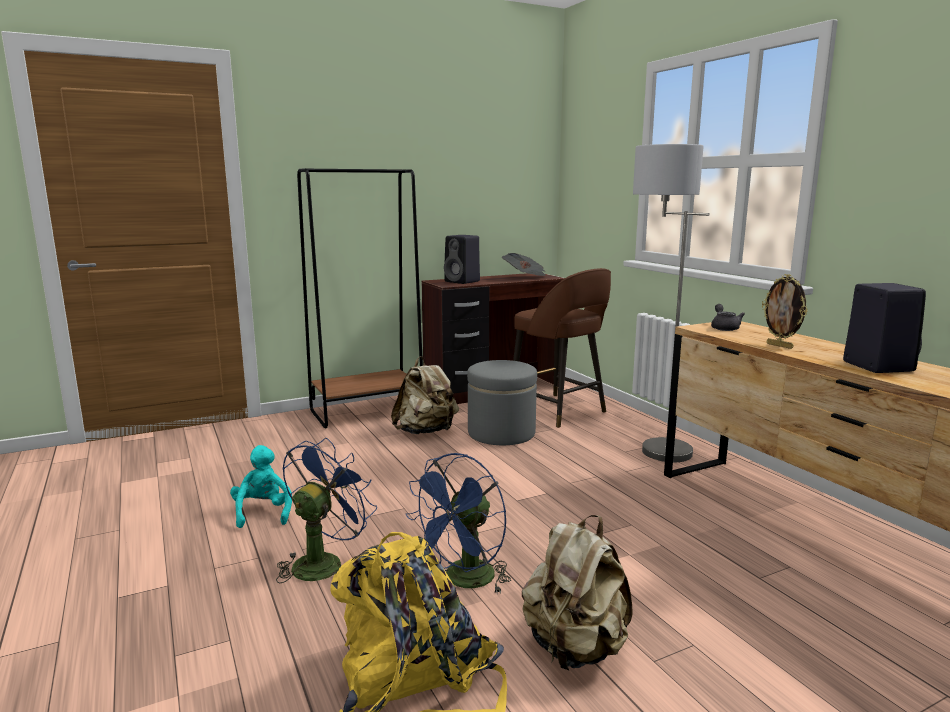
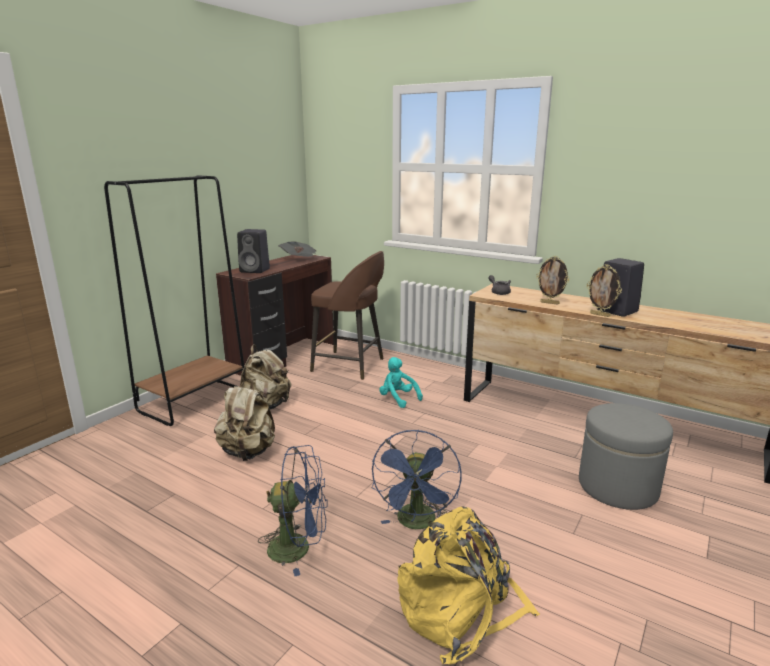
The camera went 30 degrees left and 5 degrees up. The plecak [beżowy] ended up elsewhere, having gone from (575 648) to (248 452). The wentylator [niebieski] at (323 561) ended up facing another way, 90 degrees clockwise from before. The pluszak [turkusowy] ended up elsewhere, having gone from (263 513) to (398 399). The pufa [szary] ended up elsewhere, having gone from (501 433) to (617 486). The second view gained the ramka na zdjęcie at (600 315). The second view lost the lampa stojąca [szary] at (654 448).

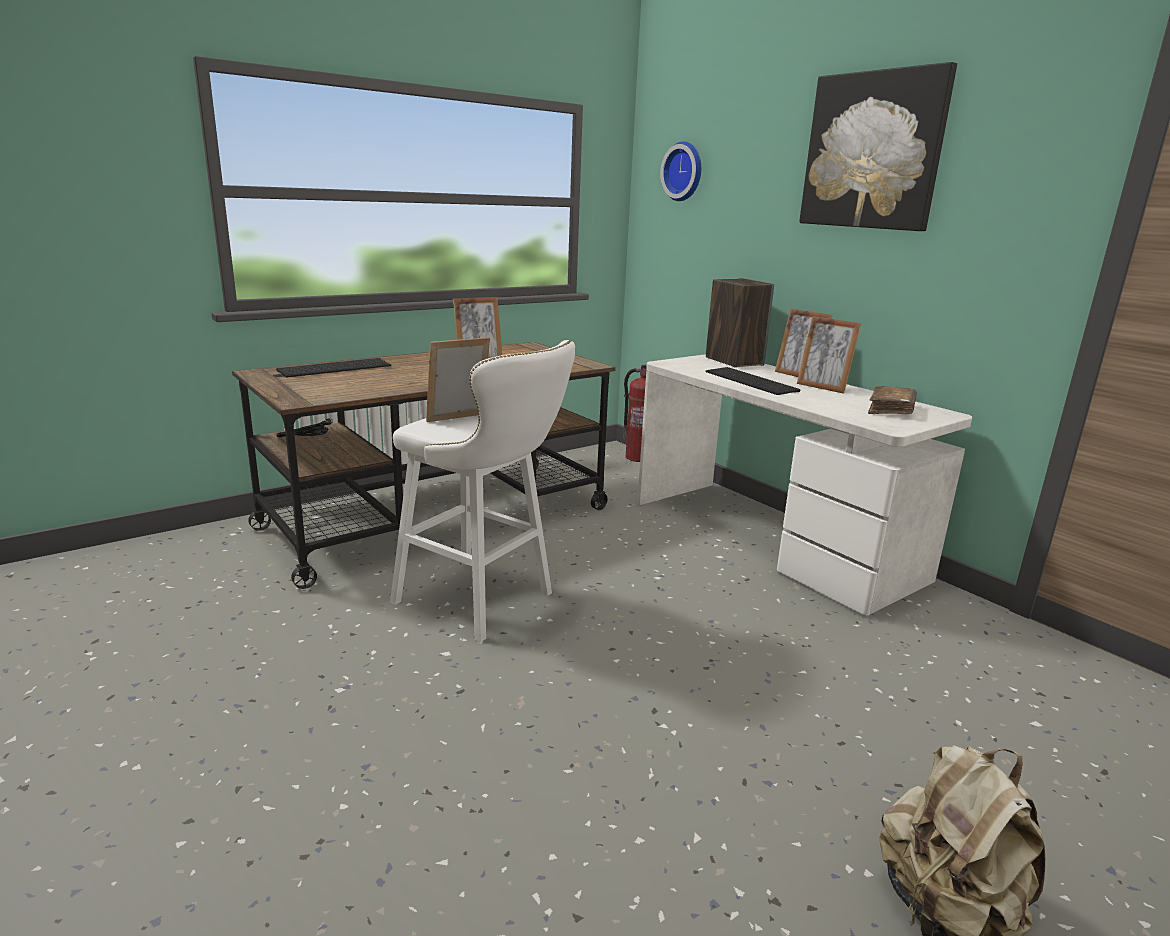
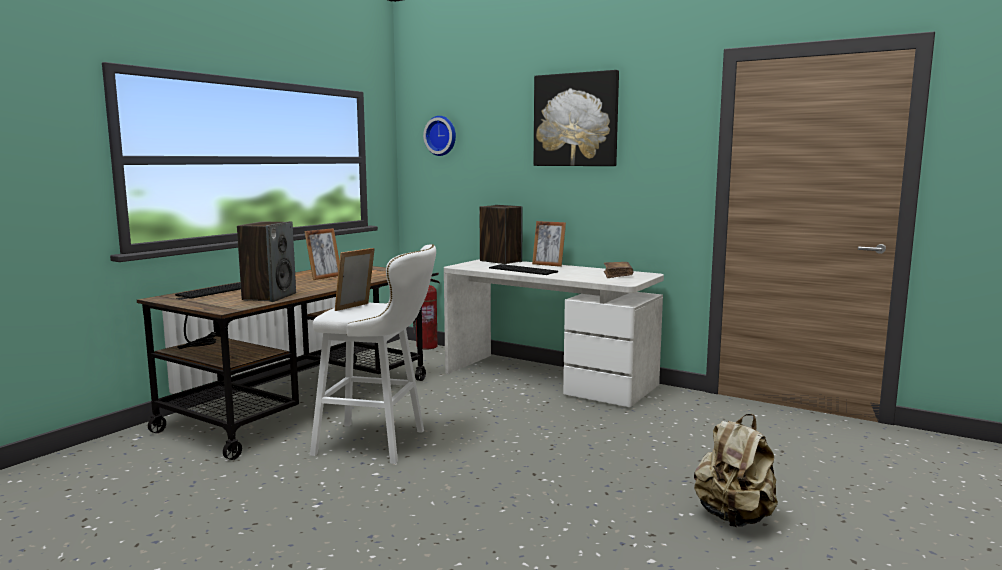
The camera went 20 degrees left and 10 degrees down. The second view gained the głośnik at (269 297). The second view lost the ramka na zdjęcie at (822 387).

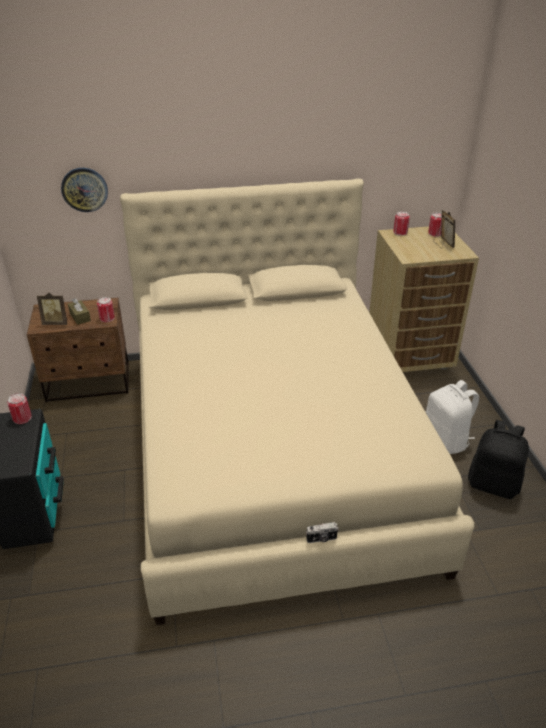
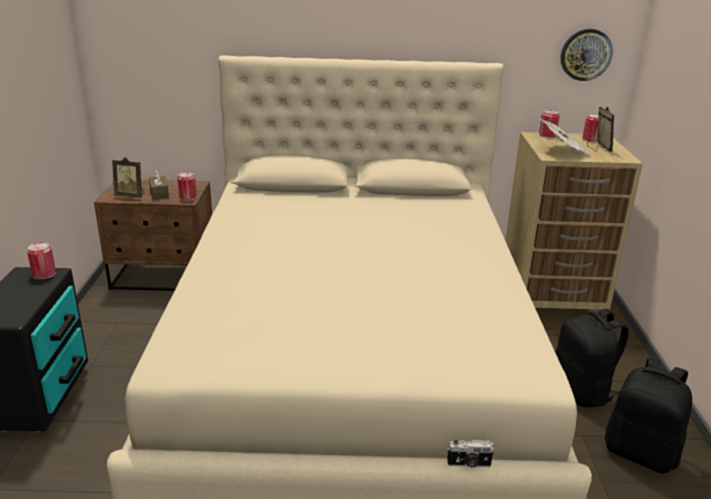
The camera went 10 degrees right and 10 degrees down. The aparat fotograficzny ended up elsewhere, having gone from (321 539) to (469 464). The second view gained the gazeta at (564 152). What was the plecak [biały] at (446 440) turned into the plecak [czarny] at (582 391). The zegar ścienny ended up elsewhere, having gone from (84 189) to (585 54).

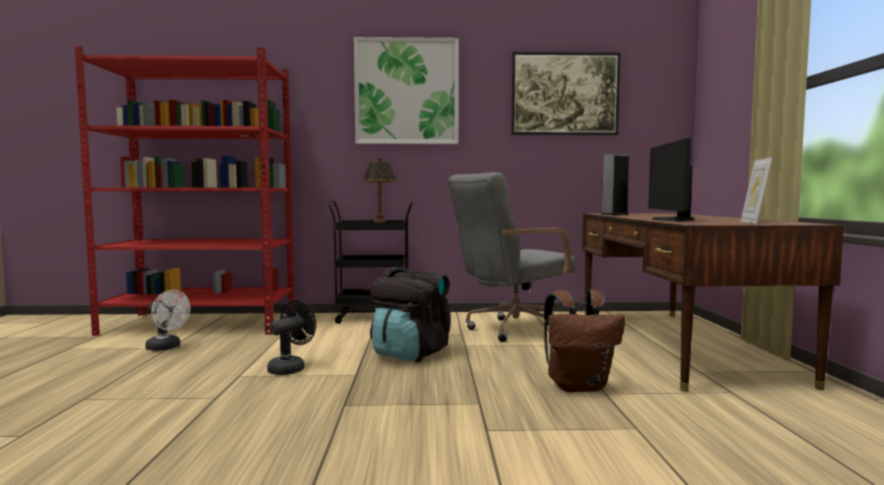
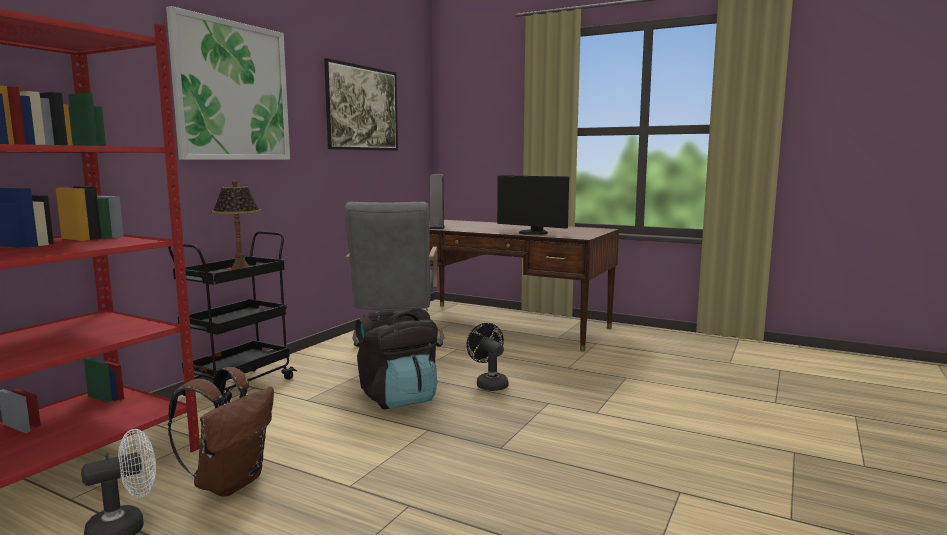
The camera went 60 degrees left and 5 degrees up. The plecak [brązowy] ended up elsewhere, having gone from (578 386) to (230 482). The wentylator [czarny] ended up elsewhere, having gone from (291 368) to (489 384). The second view lost the ramka na zdjęcie at (754 223).

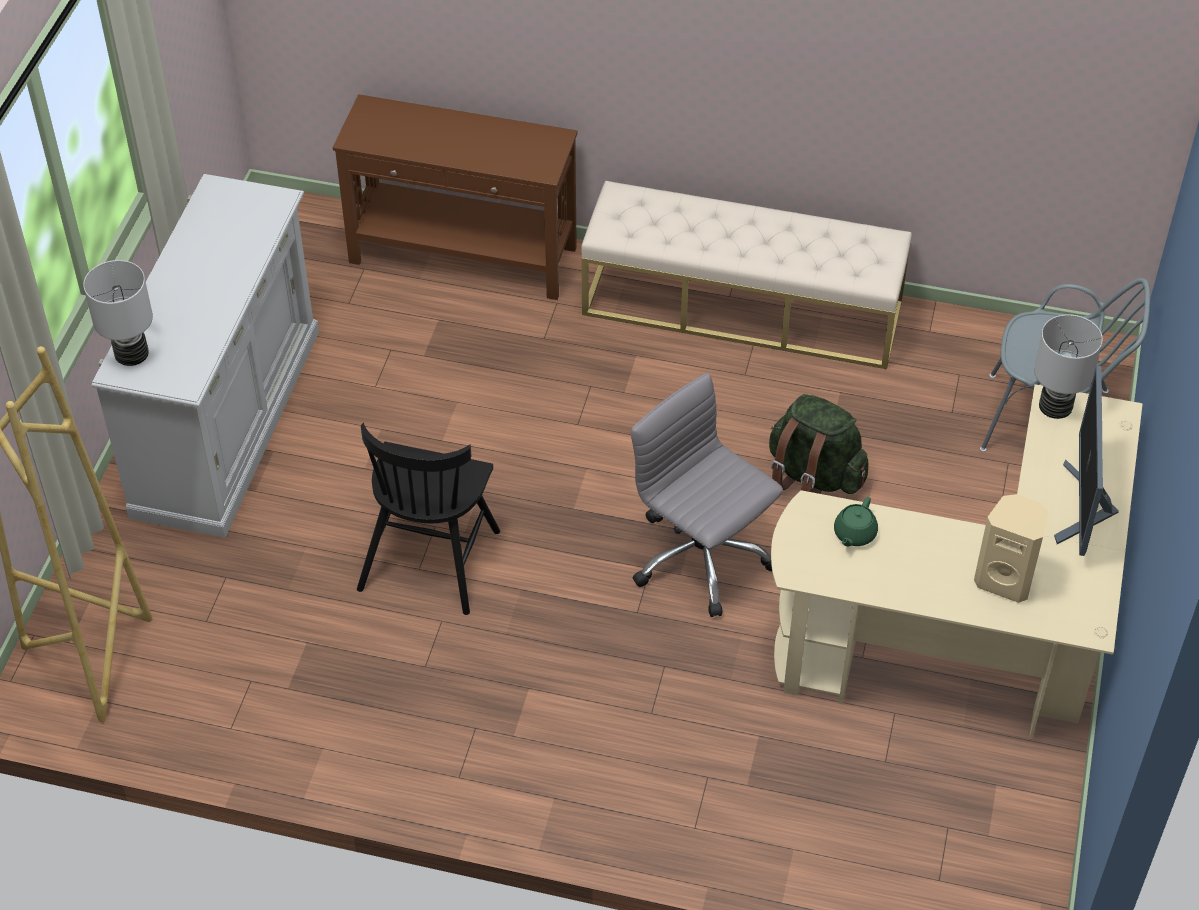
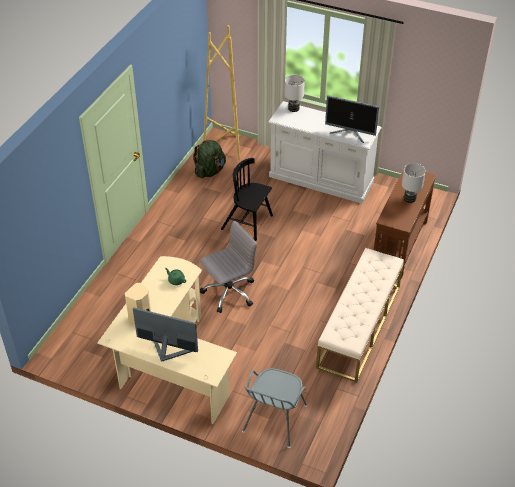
The camera went 100 degrees right and 5 degrees down. The plecak [zielony] ended up elsewhere, having gone from (813 475) to (210 171). The second view gained the monitor at (350 134). The lampa stołowa [szary] ended up elsewhere, having gone from (1055 406) to (410 198).

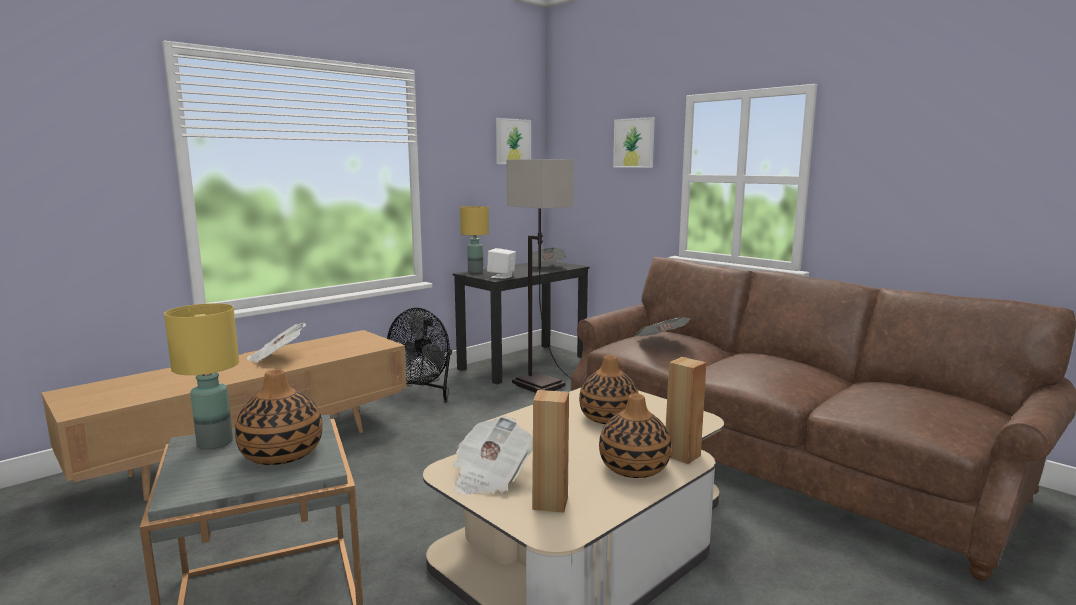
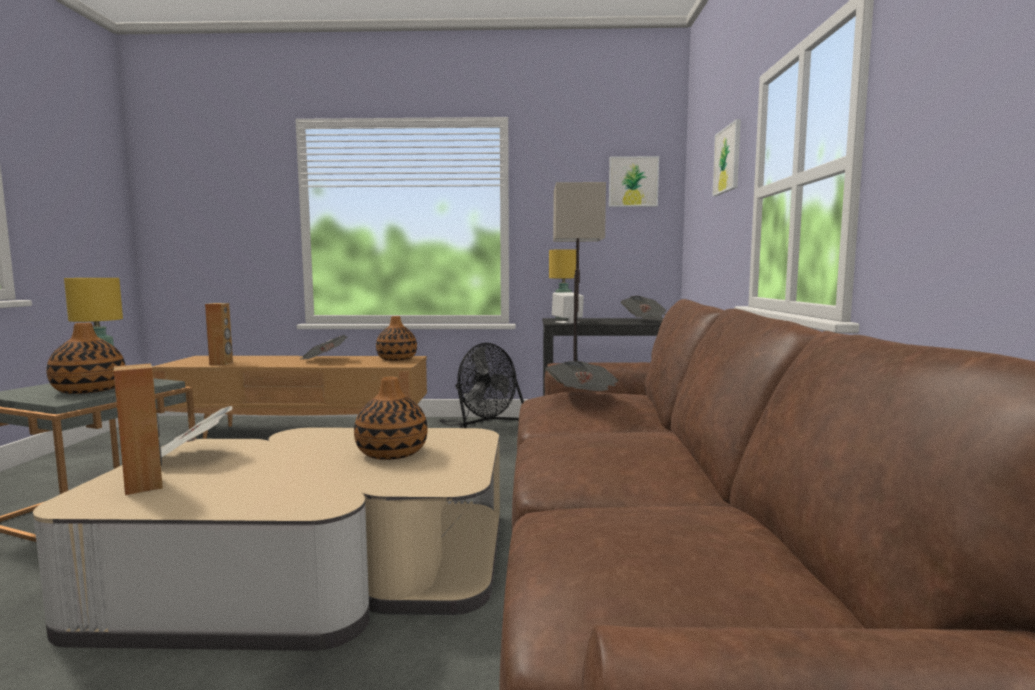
The camera went 45 degrees right and 5 degrees down. The głośnik [brązowy] ended up elsewhere, having gone from (682 455) to (221 363). The wazon ended up elsewhere, having gone from (633 468) to (397 359). The wentylator [czarny] at (422 389) ended up facing another way, 120 degrees counterclockwise from before.

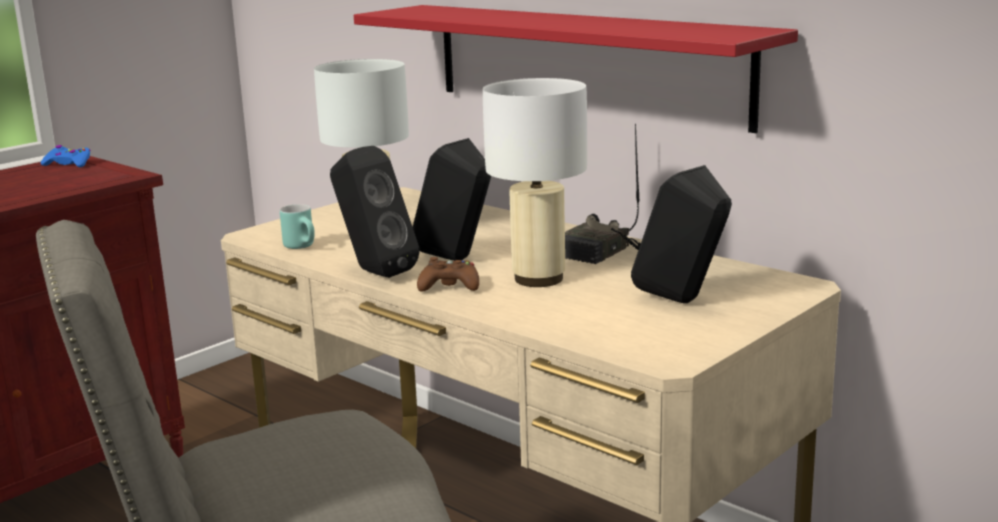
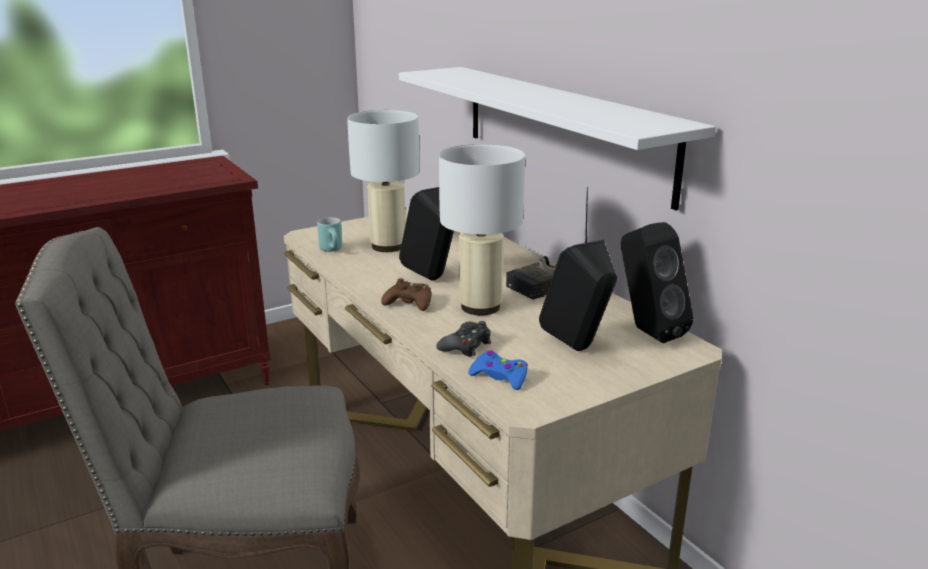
The camera went 15 degrees right and 5 degrees up. What was the półka [czerwony] at (585 63) turned into the półka [biały] at (562 129). The second view gained the pad do gier [czarny] at (466 346). The pad do gier [niebieski] ended up elsewhere, having gone from (68 164) to (499 377). The głośnik [czarny] ended up elsewhere, having gone from (373 272) to (646 332).

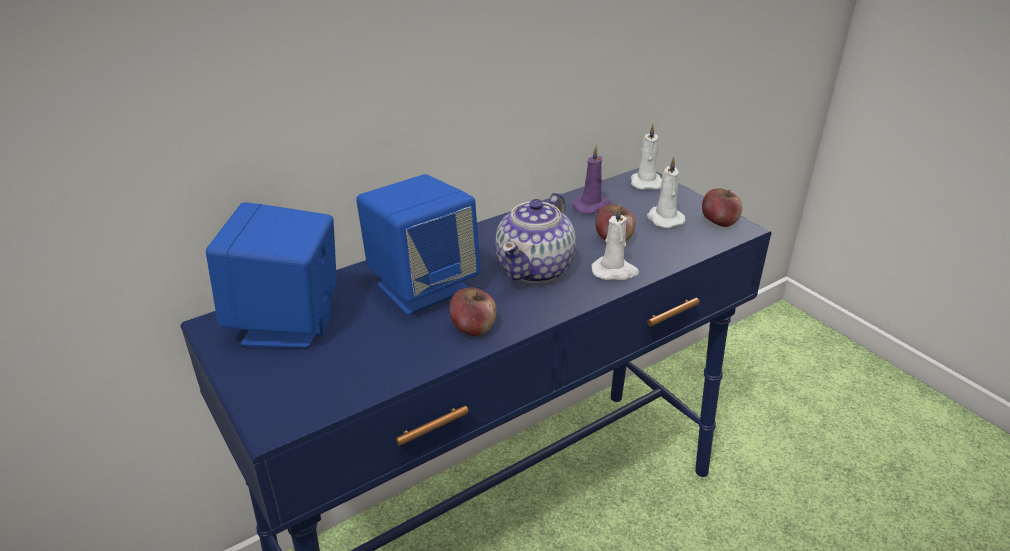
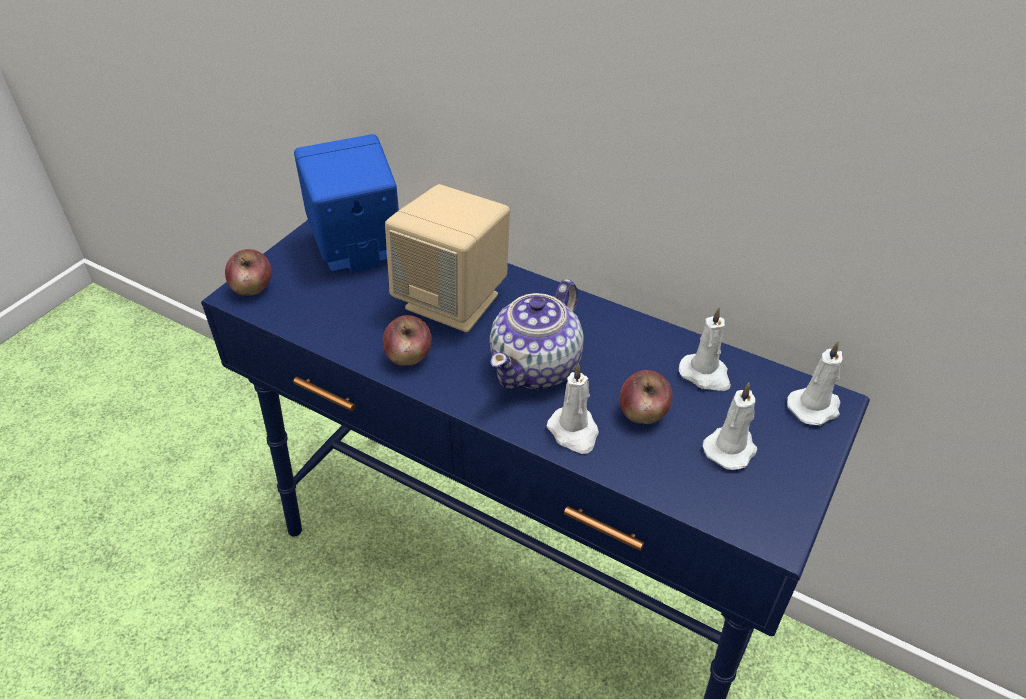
The camera went 65 degrees right and 10 degrees up. The jabłko ended up elsewhere, having gone from (719 222) to (252 288). What was the głośnik [niebieski] at (422 287) turned into the głośnik [beżowy] at (454 301). The imbryk at (536 268) ended up facing another way, 60 degrees counterclockwise from before. What was the świeca [fioletowy] at (593 207) turned into the świeca [biały] at (705 375).

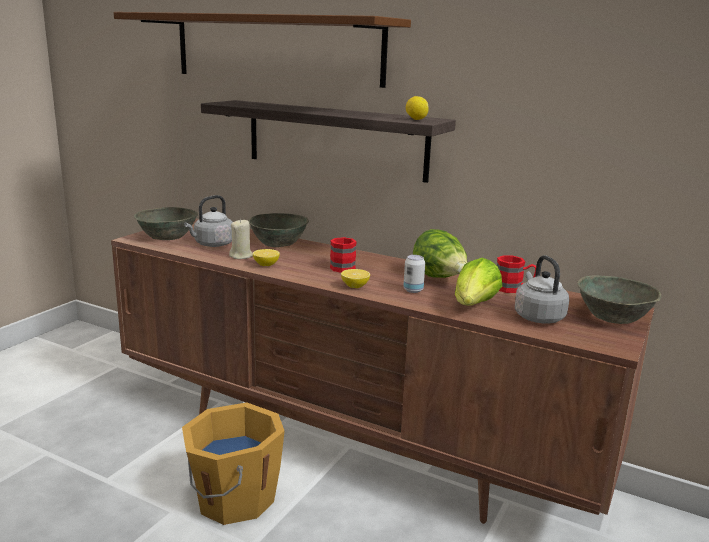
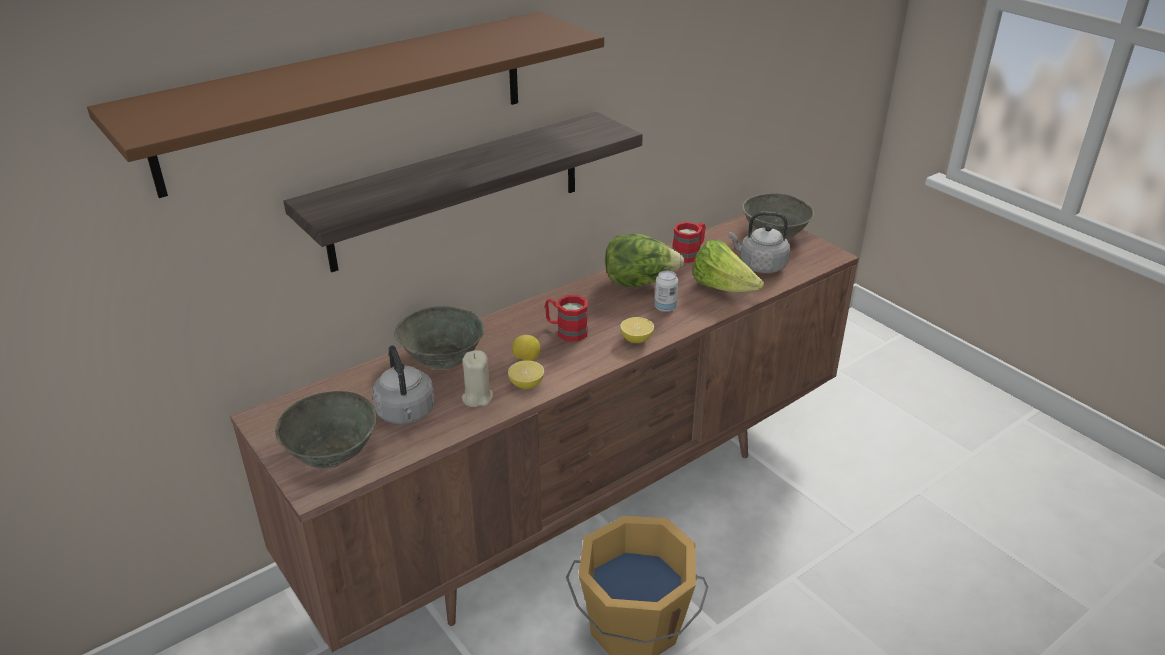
The camera went 65 degrees left and 15 degrees up. The cytryna ended up elsewhere, having gone from (416 119) to (526 359).

